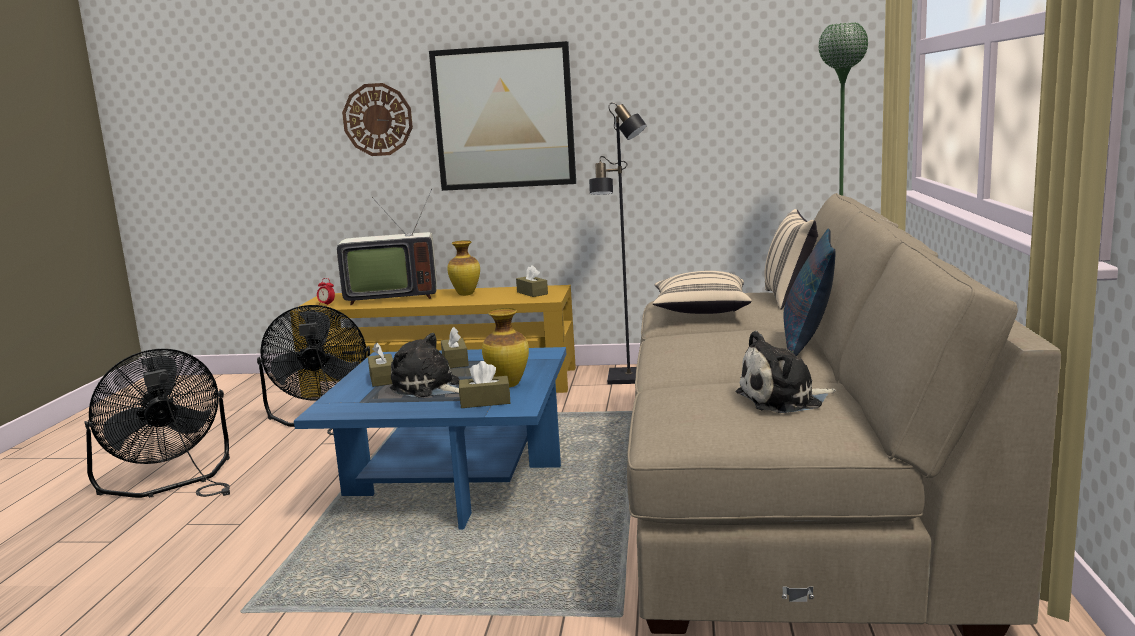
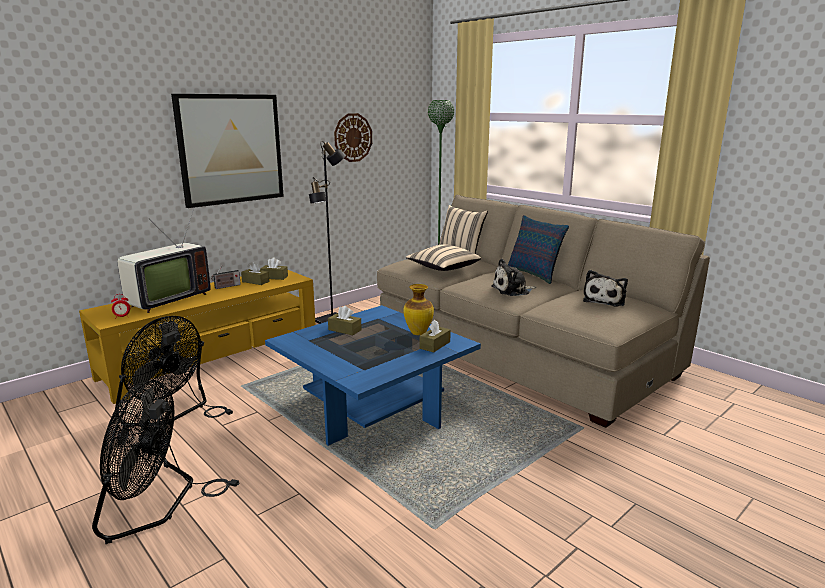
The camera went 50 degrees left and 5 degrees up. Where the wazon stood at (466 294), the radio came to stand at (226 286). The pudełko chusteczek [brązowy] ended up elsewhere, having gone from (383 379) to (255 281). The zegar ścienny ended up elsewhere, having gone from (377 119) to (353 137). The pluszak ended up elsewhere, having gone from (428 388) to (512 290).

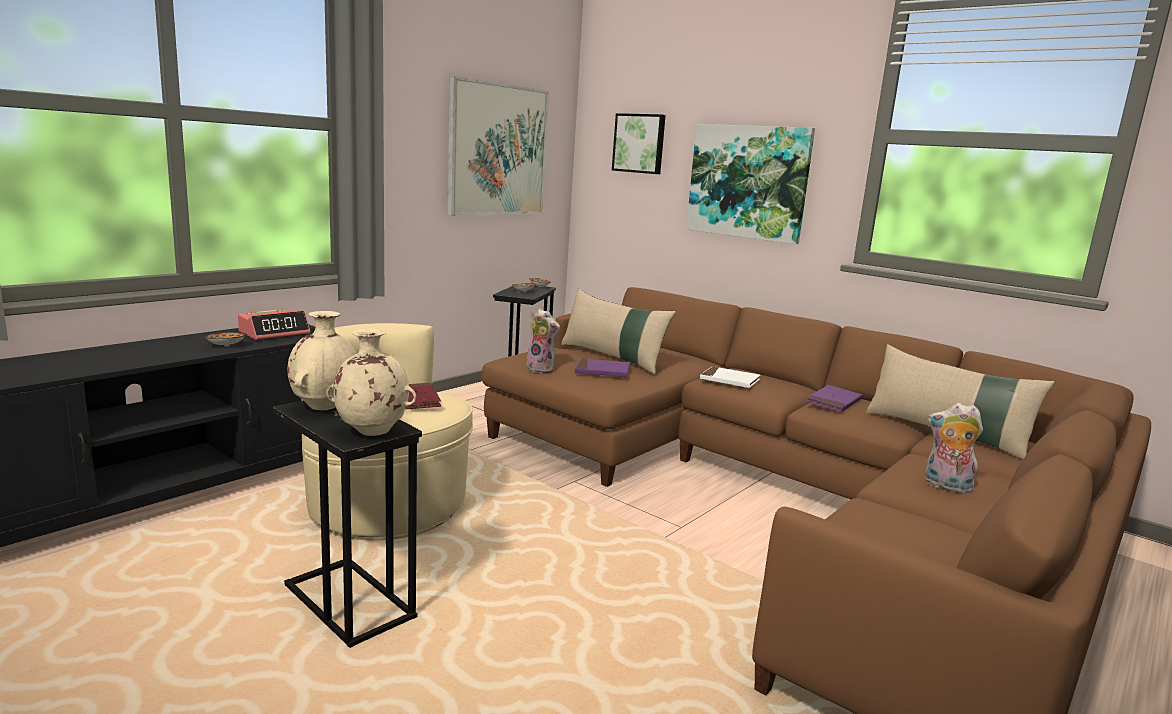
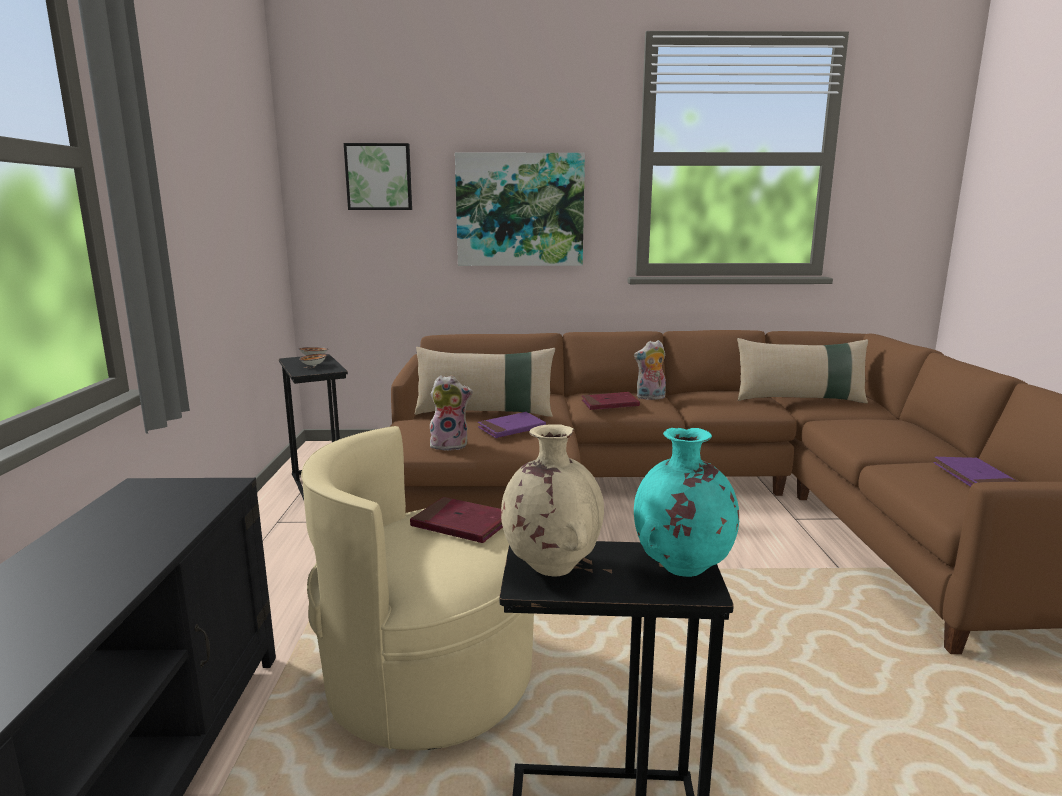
The camera went 40 degrees left and 0 degrees up. What was the książka [biały] at (729 380) turned into the książka [czerwony] at (610 404). The pluszak ended up elsewhere, having gone from (946 486) to (650 398). What was the wazon [beżowy] at (371 432) turned into the wazon [turkusowy] at (682 569). The książka [fioletowy] ended up elsewhere, having gone from (834 402) to (976 478). The second view lost the miska at (226 346). The second view lost the budzik at (274 333). The second view lost the obraz at (497 150).

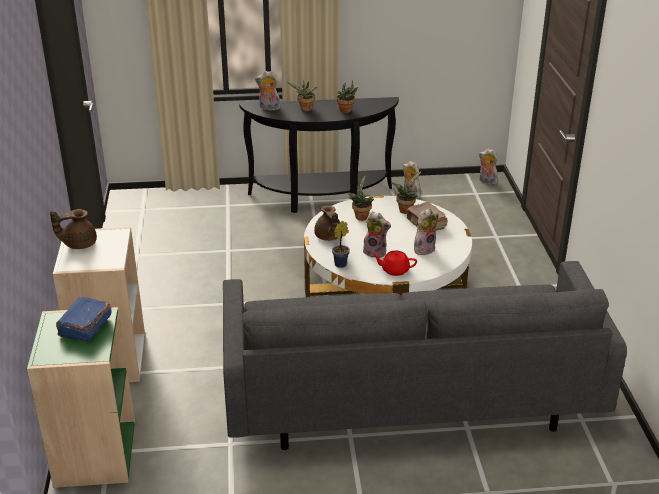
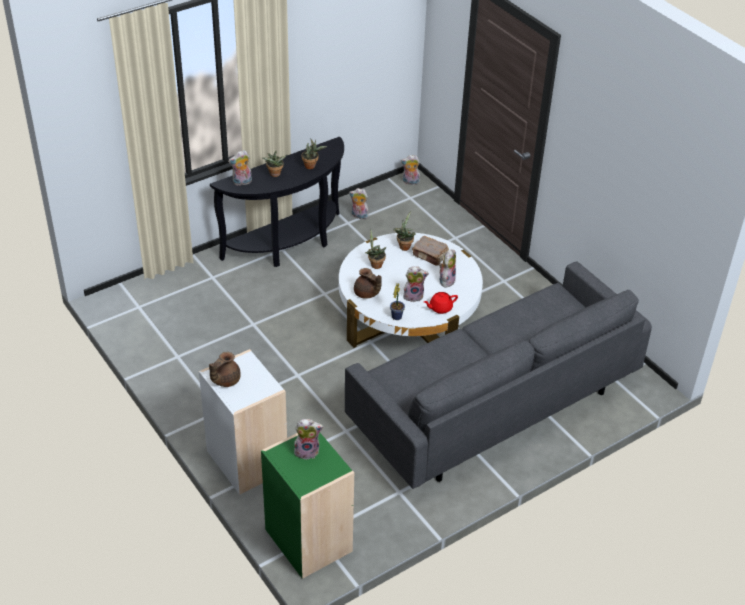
The camera went 30 degrees left and 10 degrees up. Where the książka [niebieski] stood at (85 327), the pluszak came to stand at (307 451).

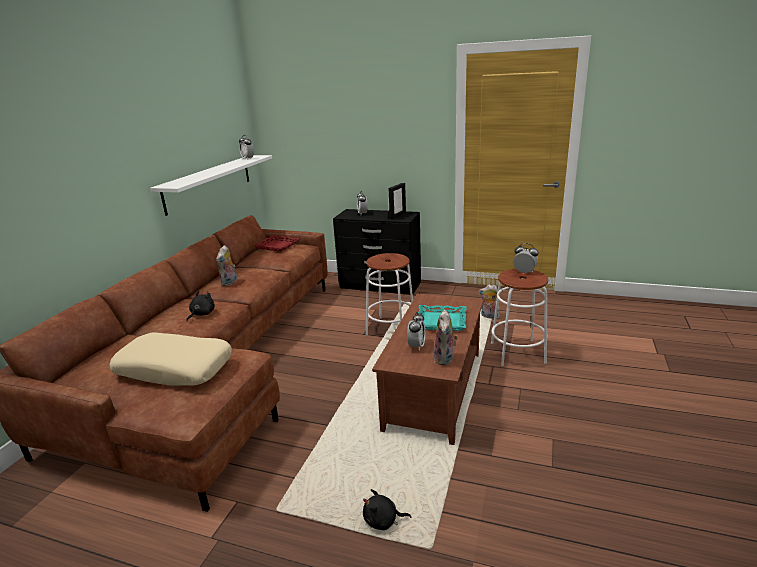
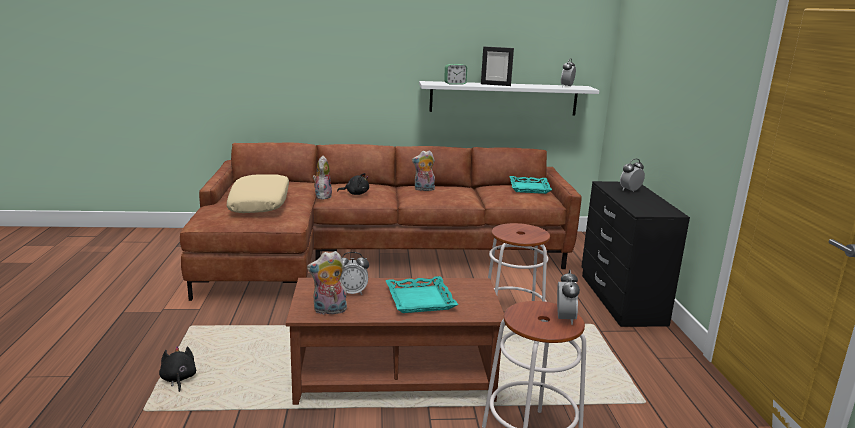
The camera went 65 degrees right and 5 degrees down. The pluszak ended up elsewhere, having gone from (489 317) to (322 196). The second view gained the budzik at (455 83). The ramka na zdjęcie ended up elsewhere, having gone from (397 215) to (495 84). What was the taca [czerwony] at (277 246) turned into the taca [turkusowy] at (529 188).

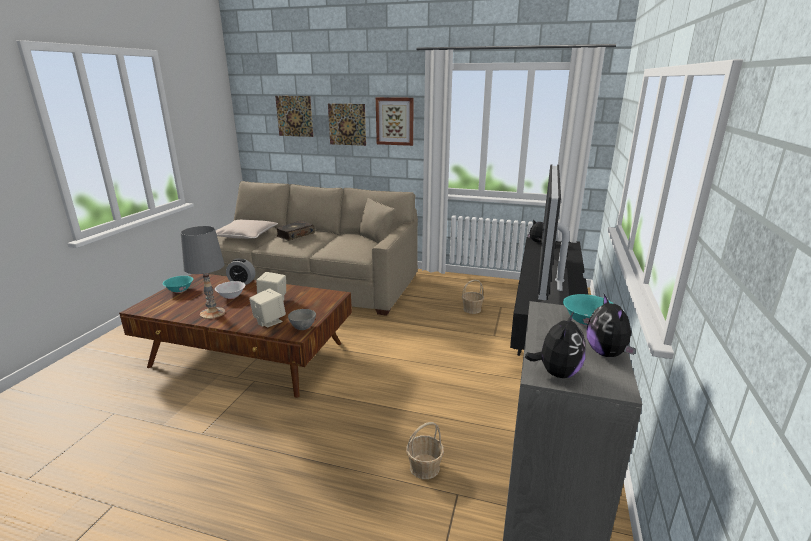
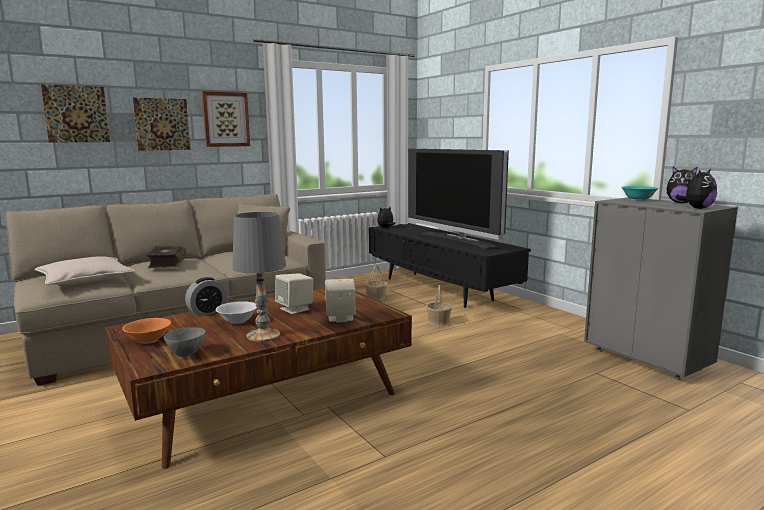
The camera went 50 degrees left and 10 degrees down. What was the miska [turkusowy] at (180 290) turned into the miska [pomarańczowy] at (148 340). The miska [szary] ended up elsewhere, having gone from (303 328) to (186 354). The koszyk ended up elsewhere, having gone from (425 467) to (438 322). The pluszak at (556 373) ended up facing another way, 75 degrees clockwise from before.

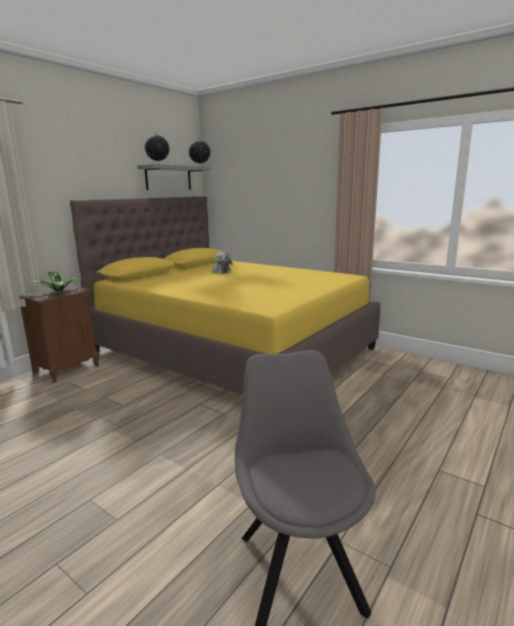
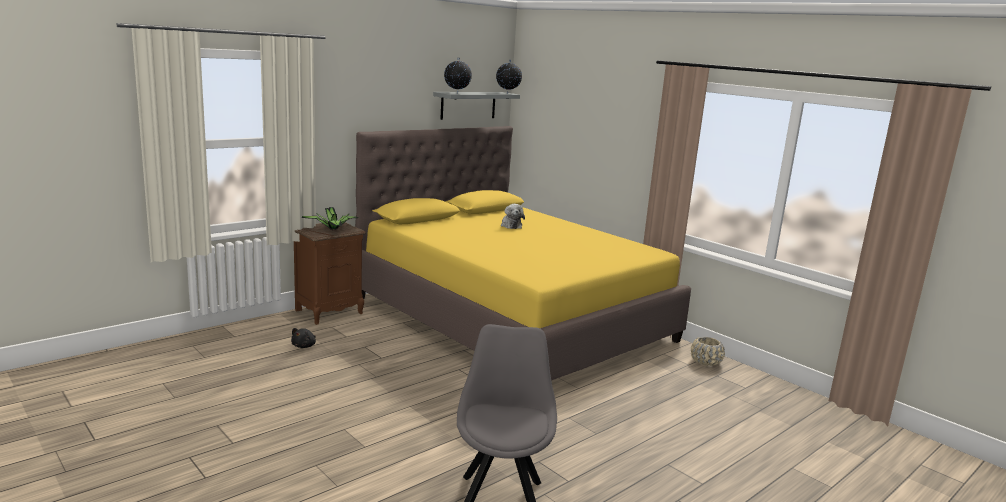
The camera went 10 degrees right and 0 degrees up. The second view gained the pluszak [czarny] at (304 346). The second view gained the donica [beżowy] at (705 362).

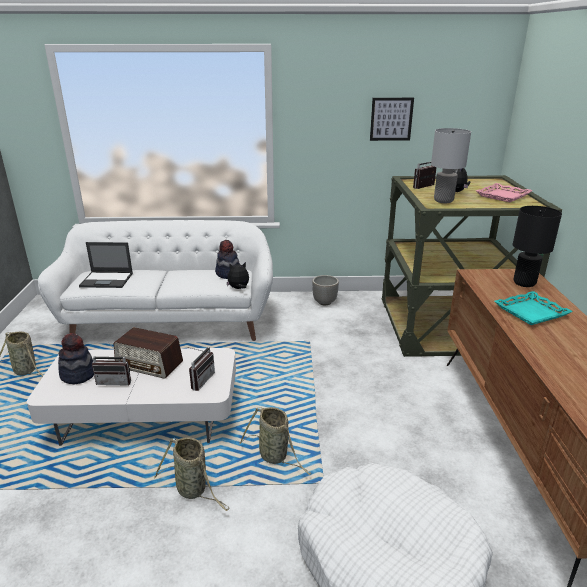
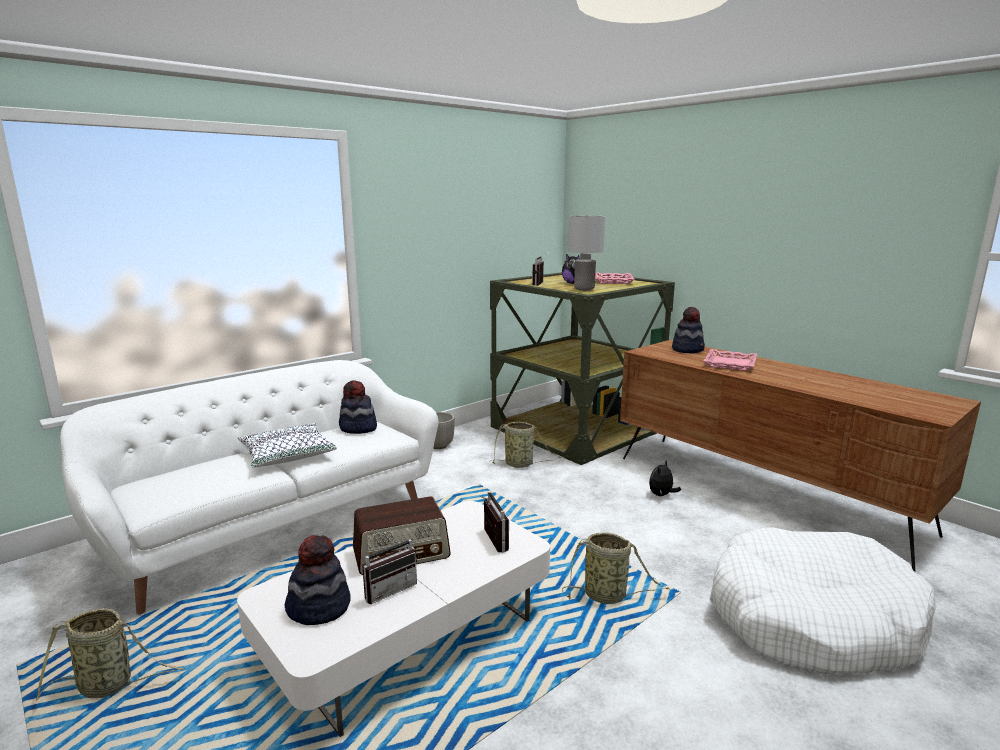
The camera went 40 degrees left and 10 degrees down. The second view gained the poduszka [biały] at (287 455). The koszyk ended up elsewhere, having gone from (193 490) to (521 464). The pluszak ended up elsewhere, having gone from (239 288) to (661 495). Where the lampa stołowa [czarny] stood at (524 284), the kapelusz came to stand at (688 349). What was the taca [turkusowy] at (531 312) turned into the taca [różowy] at (730 364). The second view lost the laptop at (107 280). The second view lost the obraz at (391 119).

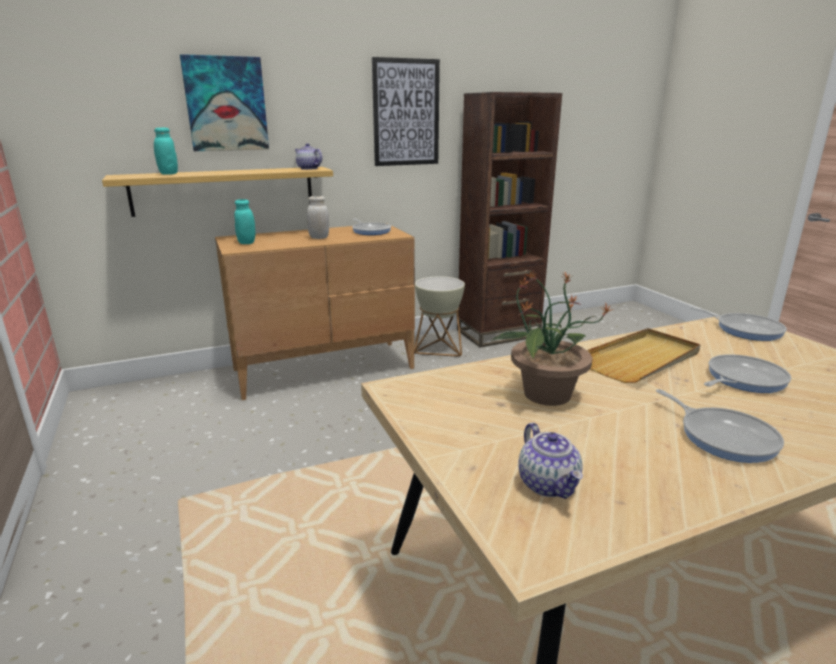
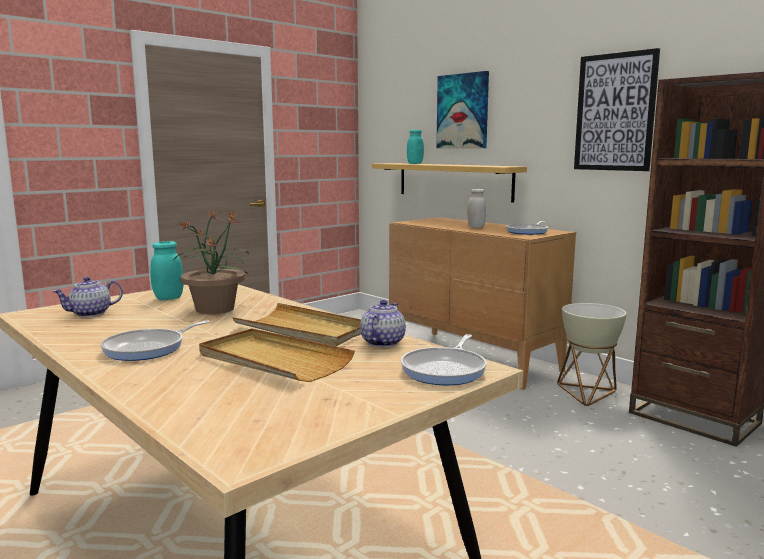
The camera went 70 degrees right and 10 degrees down. The słoik [turkusowy] ended up elsewhere, having gone from (247 243) to (168 298). Where the patelnia stood at (742 379), the taca [beżowy] came to stand at (273 360). The imbryk ended up elsewhere, having gone from (308 168) to (382 342).

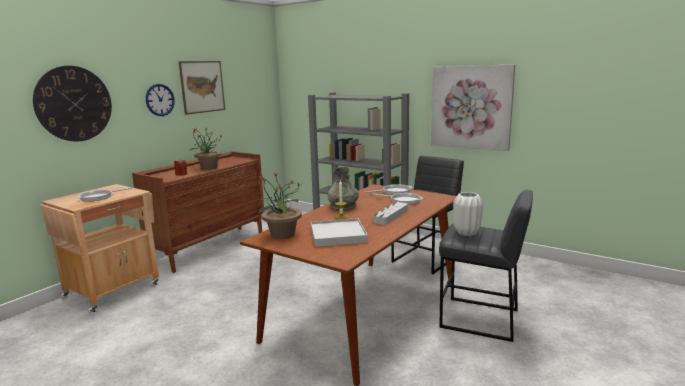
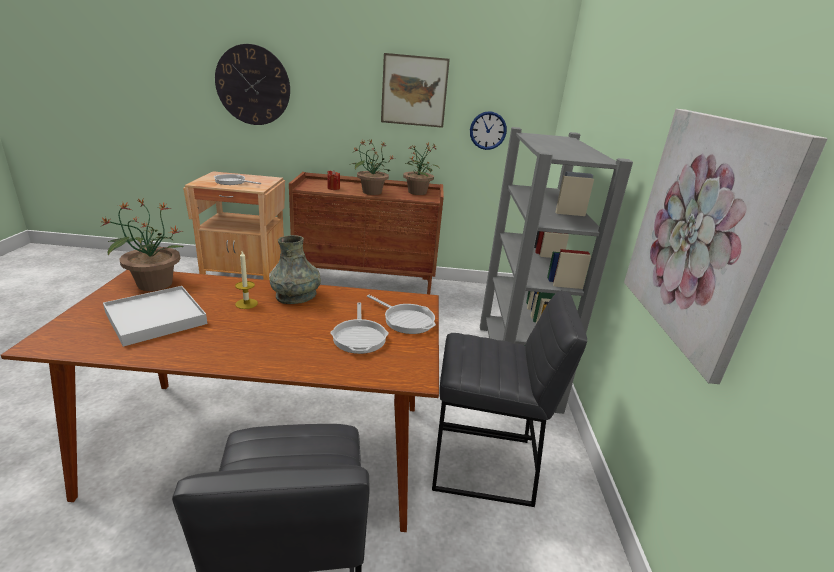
The camera went 55 degrees right and 10 degrees up. The second view gained the roślina doniczkowa at (417 192). The zegar ścienny ended up elsewhere, having gone from (160 100) to (488 130). The second view lost the taca [szary] at (391 216). The second view lost the wazon [biały] at (466 233).

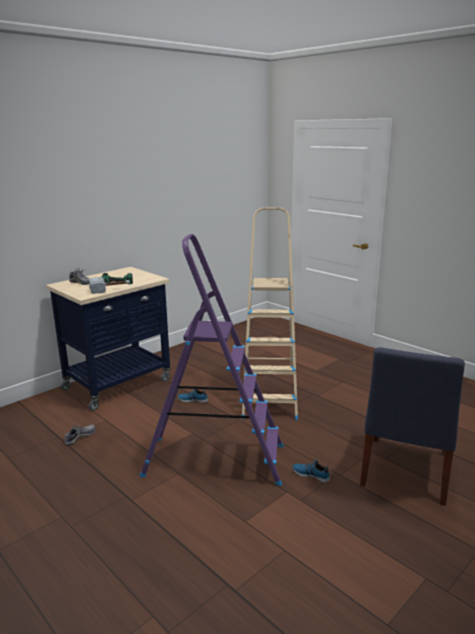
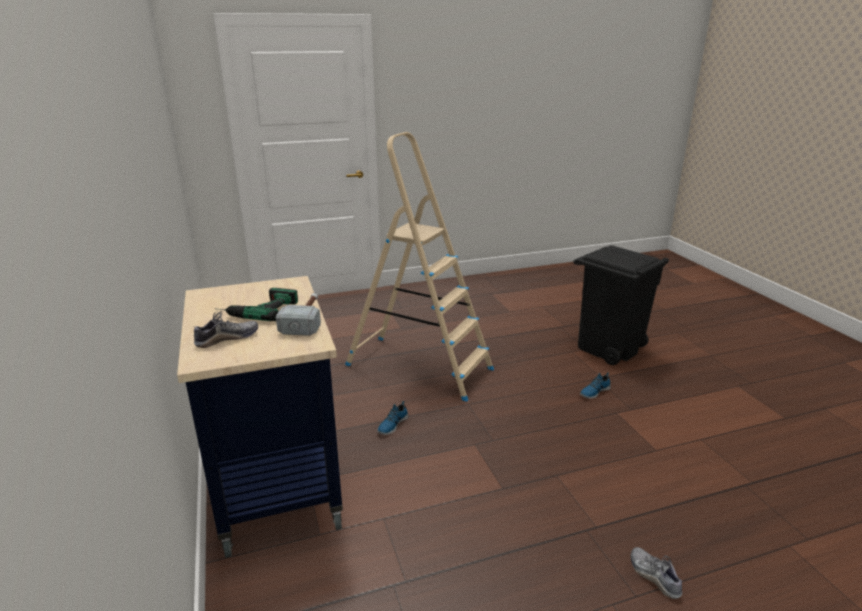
The camera went 65 degrees left and 5 degrees up. Where the krzesło [niebieski] stood at (404 472), the kosz na śmieci [czarny] came to stand at (608 348). The but ended up elsewhere, having gone from (80 437) to (654 576). The second view lost the drabinka [fioletowy] at (215 460).

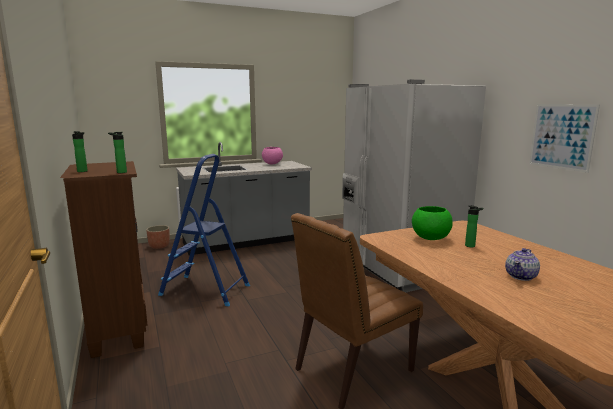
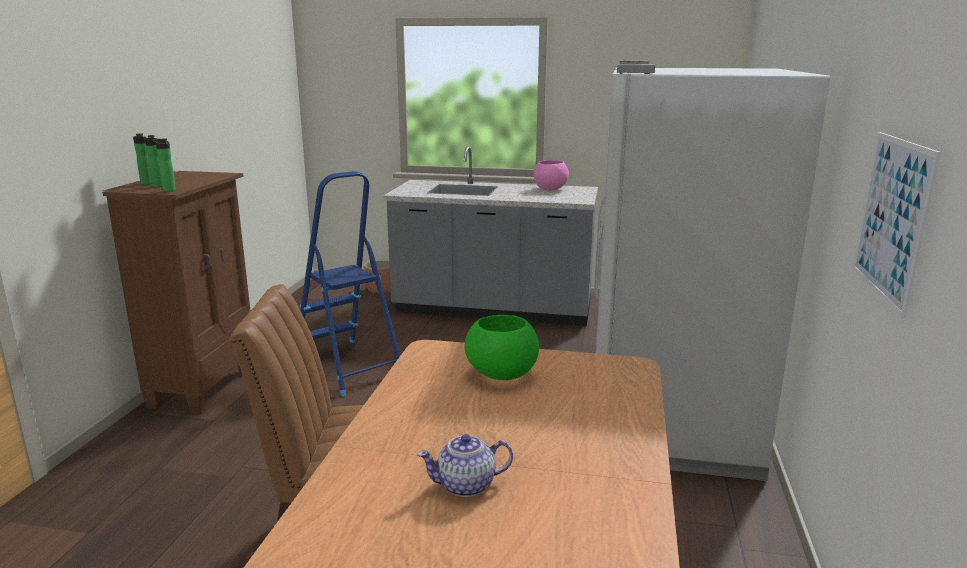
The camera went 35 degrees right and 5 degrees up. The butelka ended up elsewhere, having gone from (471 246) to (158 186).

